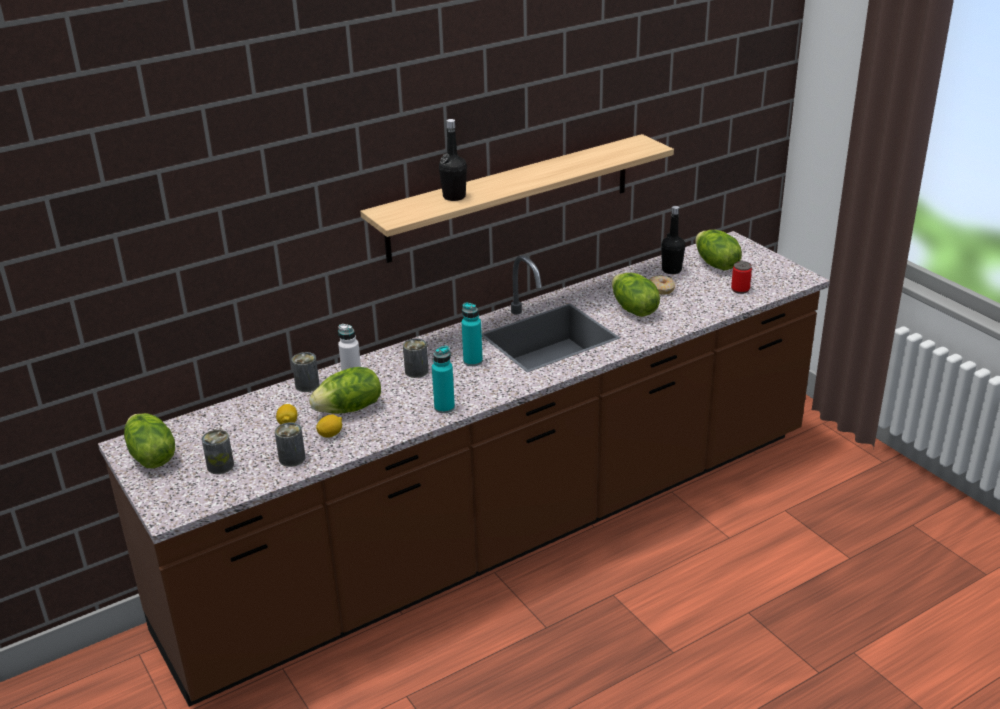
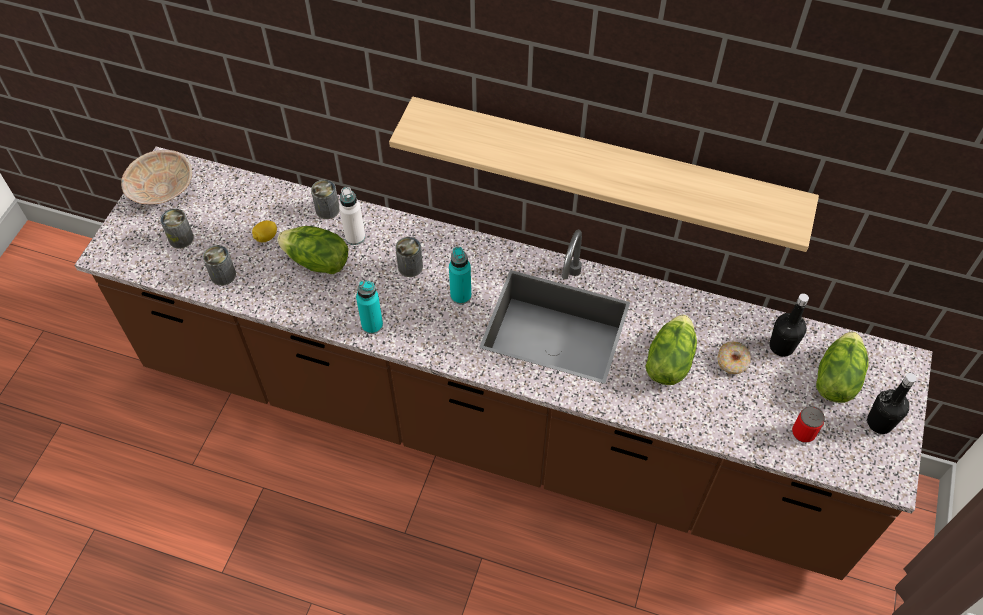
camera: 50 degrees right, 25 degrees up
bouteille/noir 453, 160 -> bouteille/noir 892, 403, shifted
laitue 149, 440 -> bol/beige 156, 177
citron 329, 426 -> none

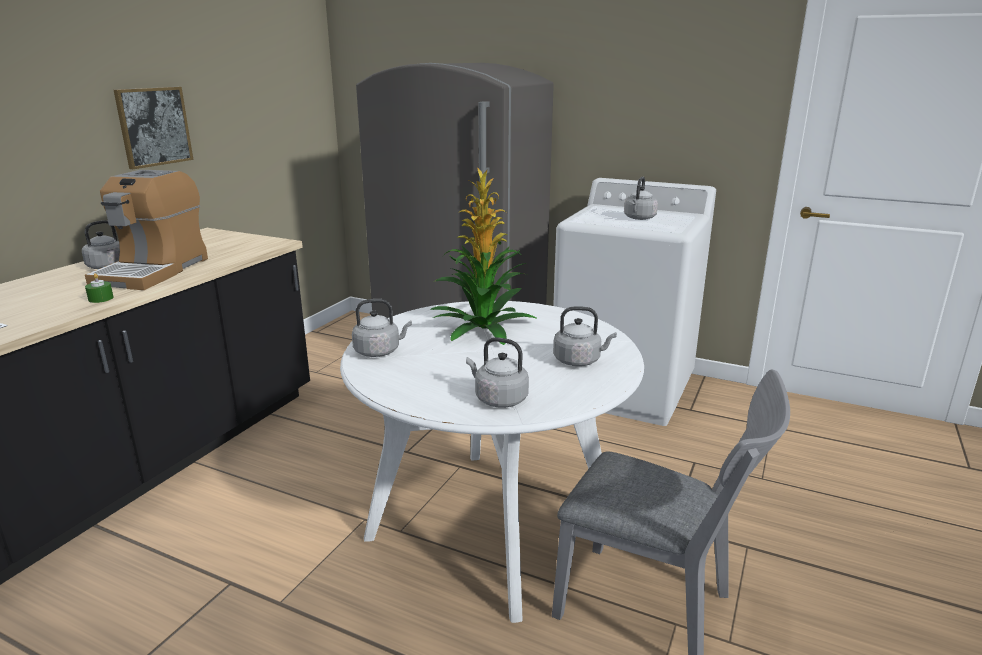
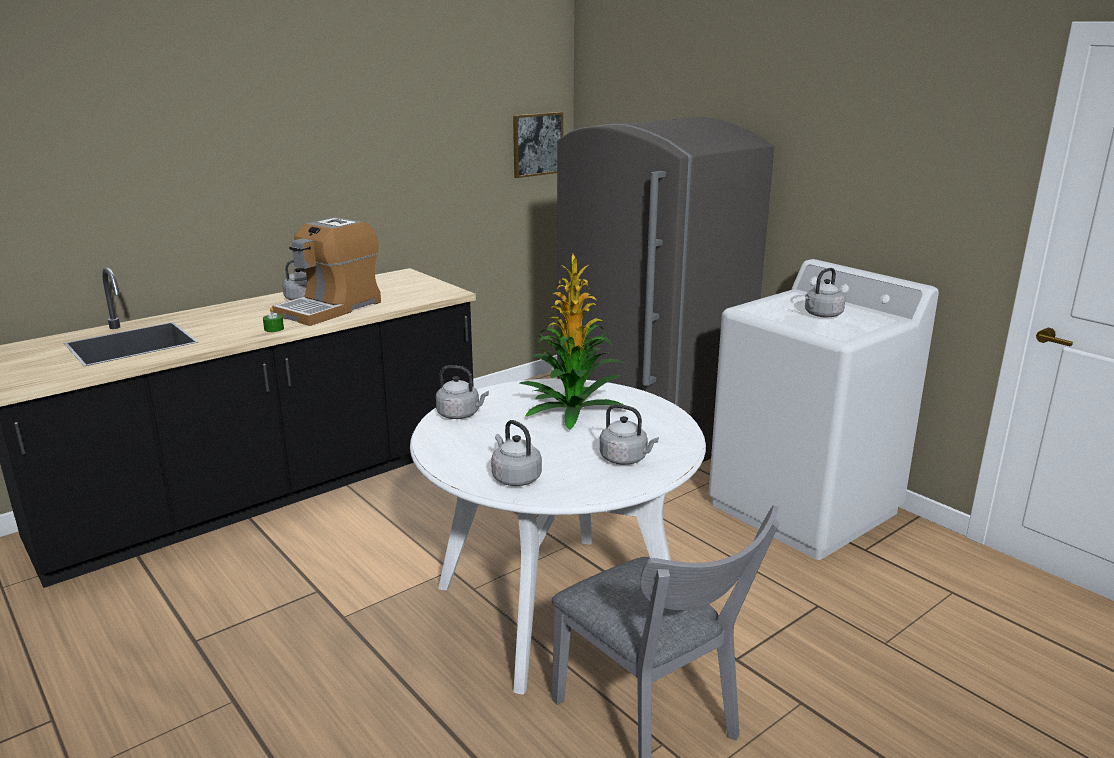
camera: 25 degrees right, 0 degrees up
tableau 153, 128 -> tableau 538, 145, shifted

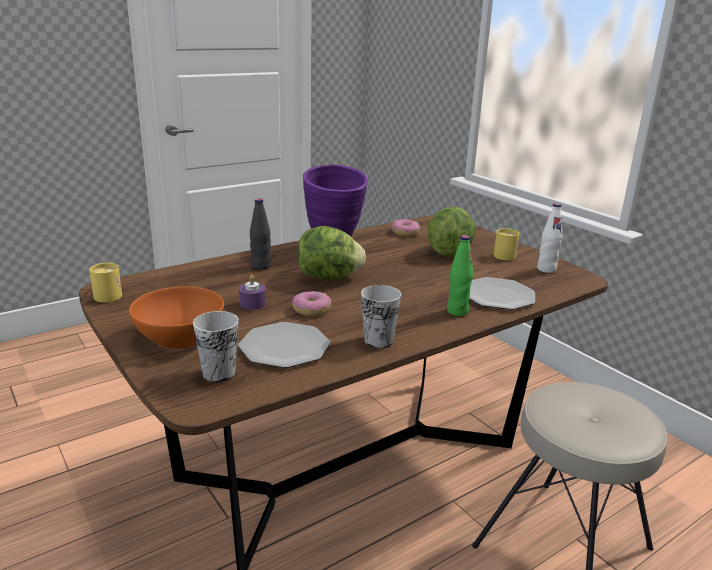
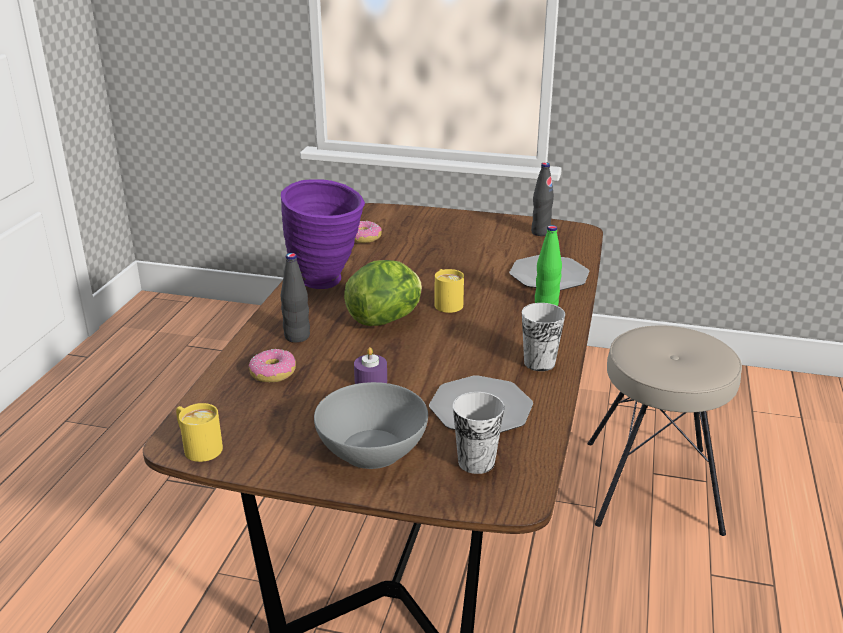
camera: 40 degrees left, 5 degrees up
bouteille/blanc 549, 238 -> bouteille/noir 542, 199
laitue 452, 231 -> none
mug/jaune 506, 244 -> mug/jaune 449, 291, shifted
bol/orange 176, 317 -> bol/gris 371, 425
beignet 312, 303 -> beignet 272, 365, shifted

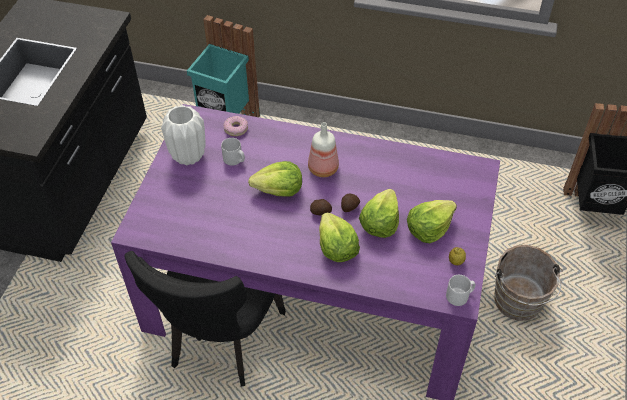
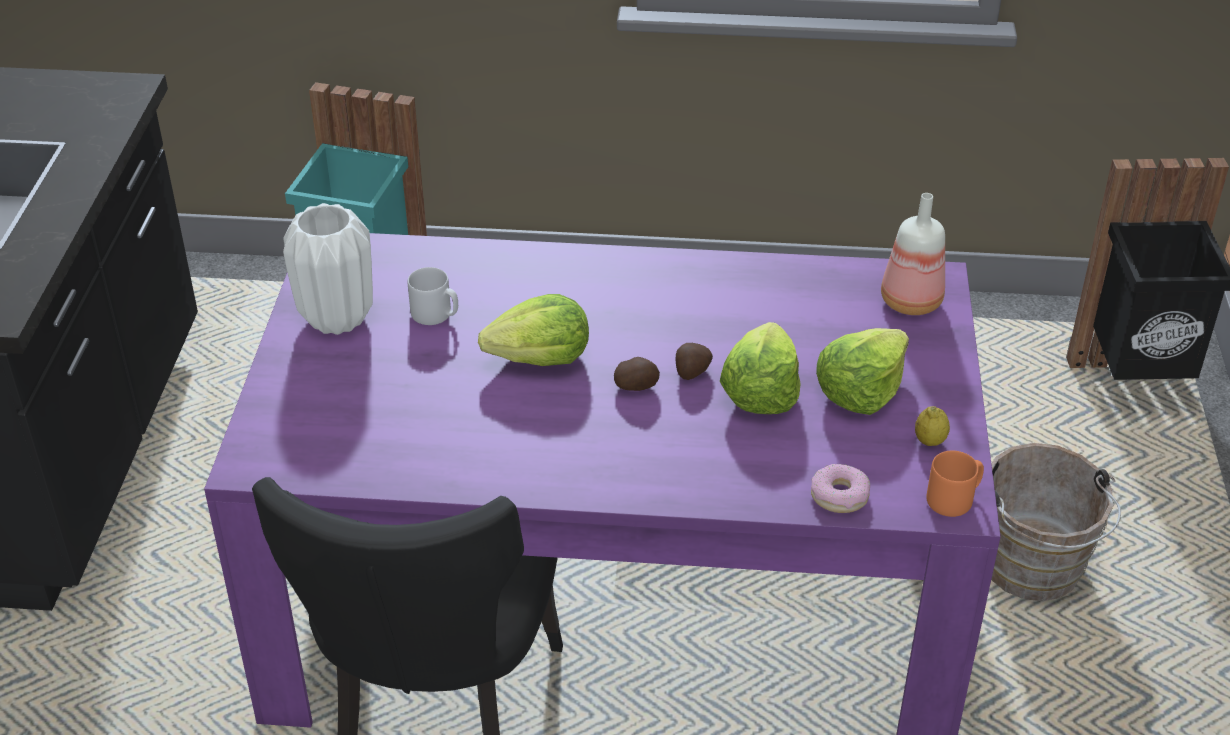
camera: 10 degrees left, 10 degrees down
beignet 235, 126 -> beignet 840, 488, shifted
bouteille 323, 149 -> bouteille 913, 254, shifted
laitue 339, 237 -> none
mug/gris 460, 290 -> mug/orange 955, 484

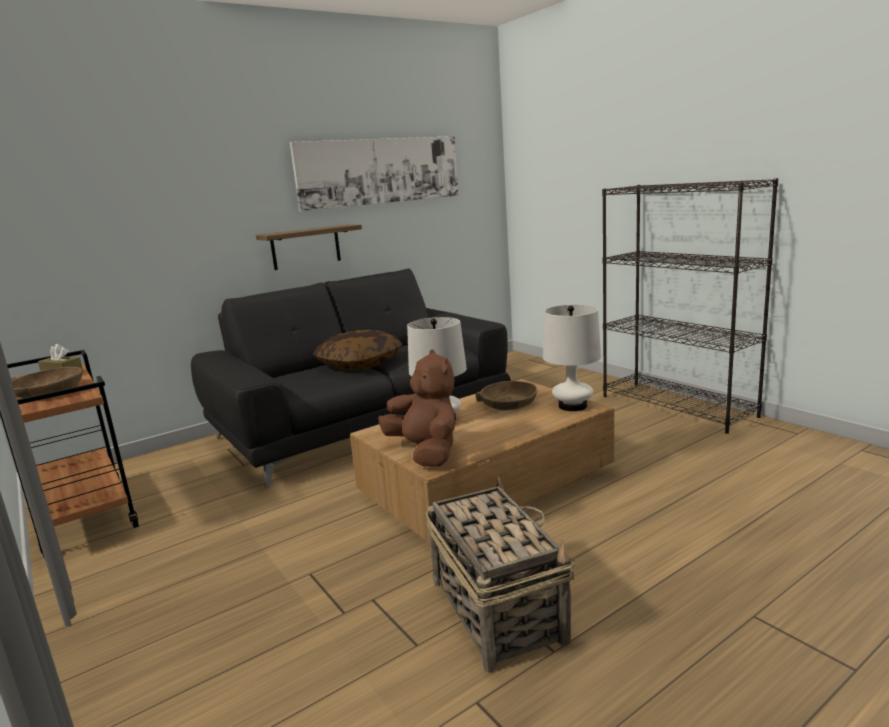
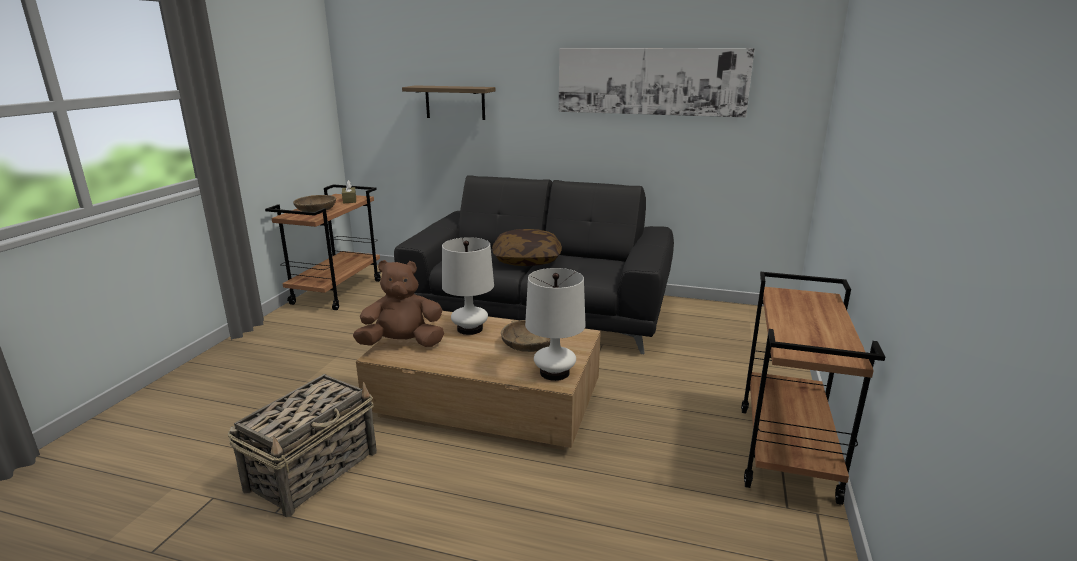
camera: 50 degrees right, 5 degrees up
bibliothèque/noir 690, 306 -> chariot/marron 813, 388
étagère 309, 247 -> étagère 449, 102, shifted
peluche/marron 416, 408 -> peluche/marron 398, 303, 120 degrees counterclockwise

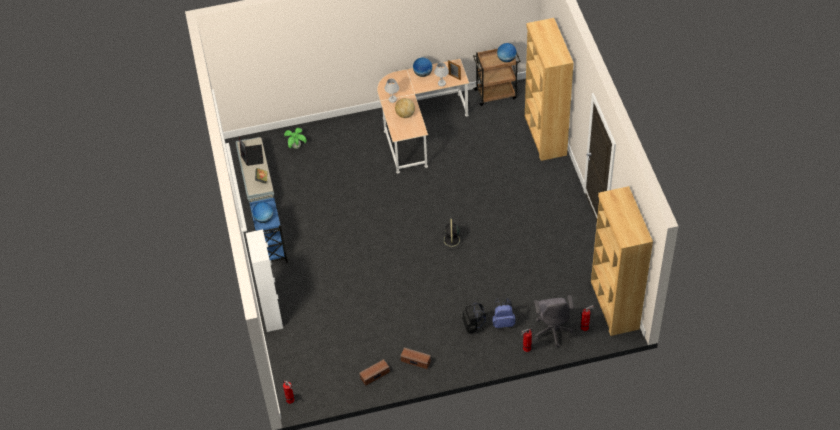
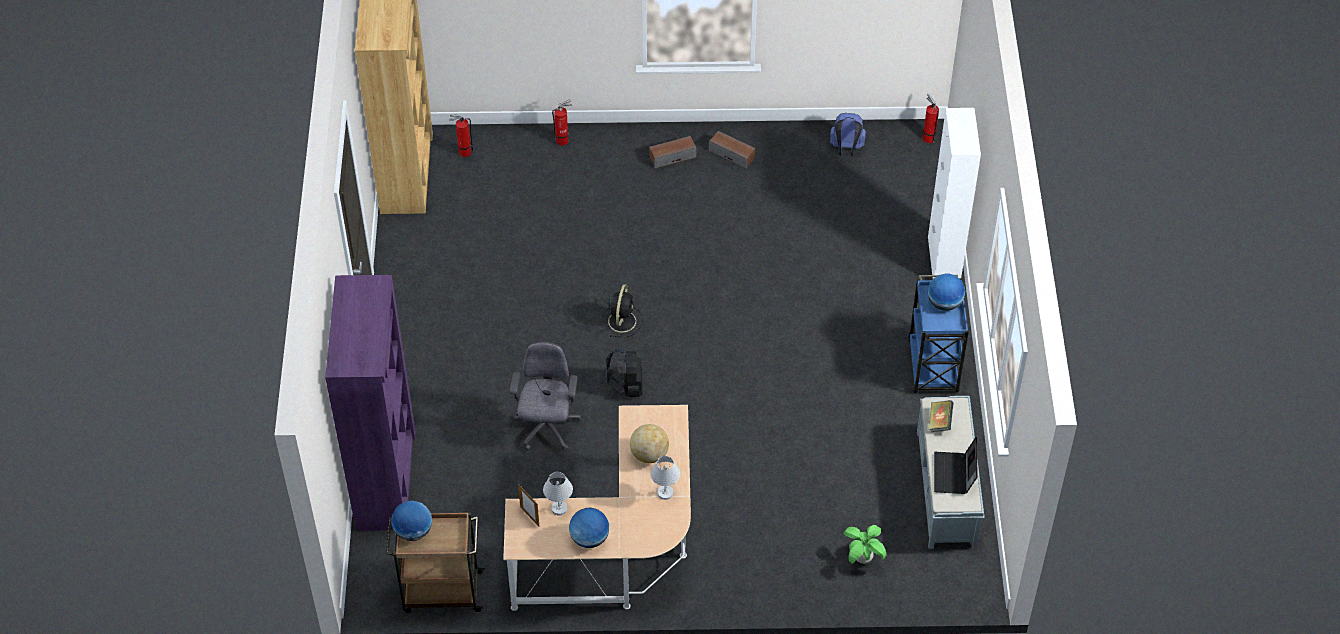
camera: 170 degrees left, 0 degrees up
bibliothèque/marron 549, 89 -> bibliothèque/violet 370, 403
chaise de bureau/gris 554, 321 -> chaise de bureau/gris 545, 396, shifted
sac à dos/bleu 503, 313 -> sac à dos/bleu 848, 135, shifted
sac à dos/noir 474, 317 -> sac à dos/noir 624, 372, shifted
enceinte 374, 372 -> enceinte 672, 152, shifted

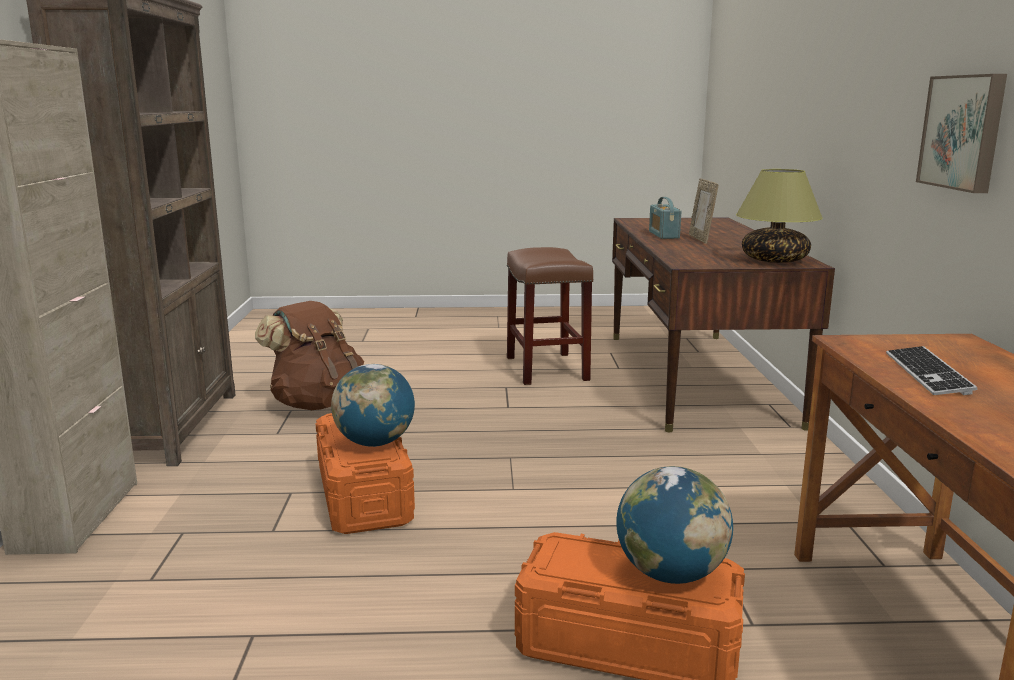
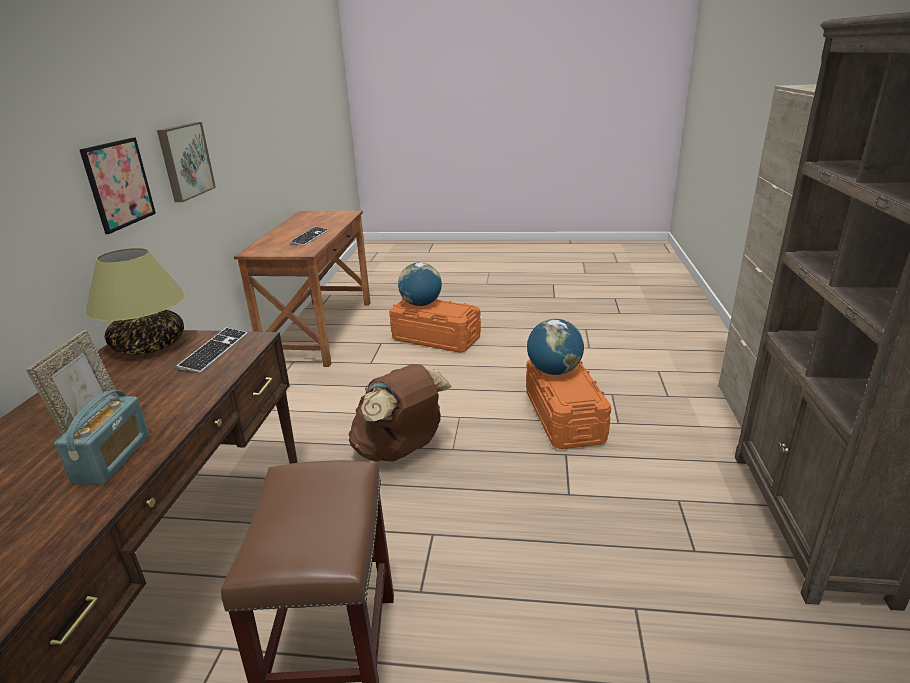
camera: 170 degrees left, 10 degrees up
sac à dos/marron 309, 355 -> sac à dos/marron 400, 413, shifted
none -> tableau 117, 186
none -> clavier 212, 350

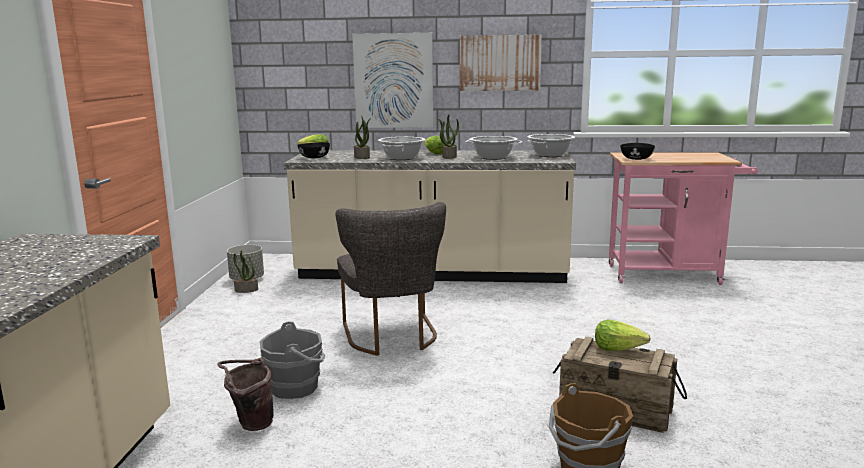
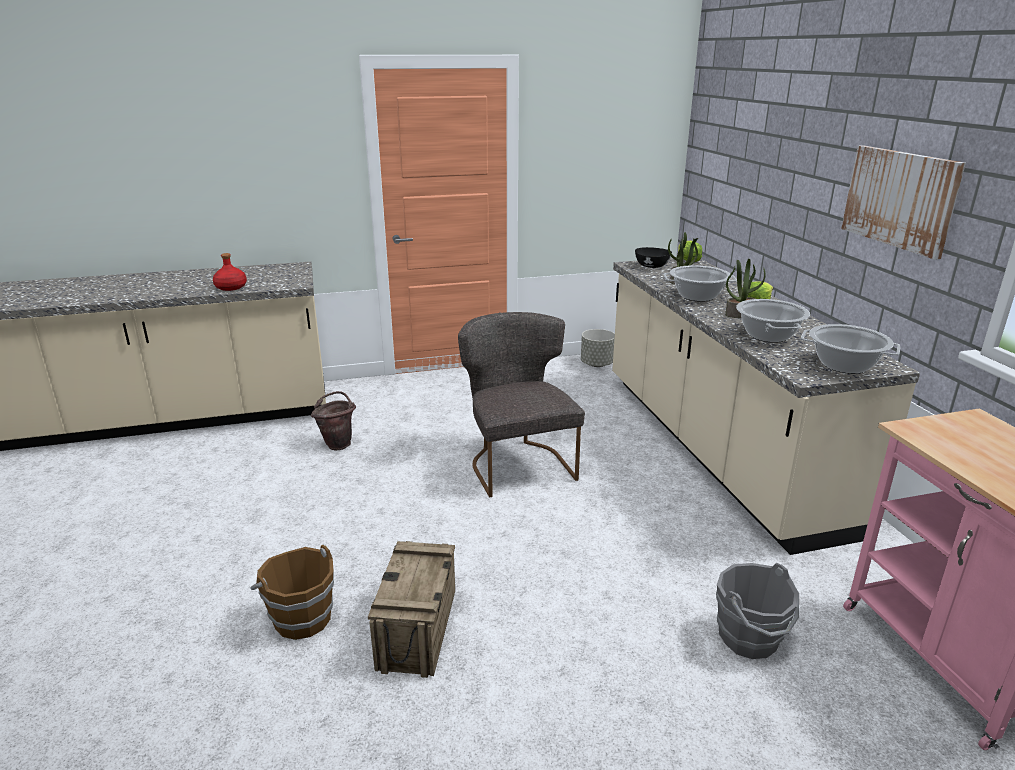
camera: 70 degrees right, 10 degrees up
tableau 392, 80 -> none
bol/noir 637, 151 -> none
chaise/gris 390, 279 -> chaise/gris 521, 404, 105 degrees clockwise
plante en pot 245, 271 -> none
laitue 623, 335 -> none
seau/gris 292, 360 -> seau/gris 757, 611, shifted
none -> bouteille/rouge 230, 272

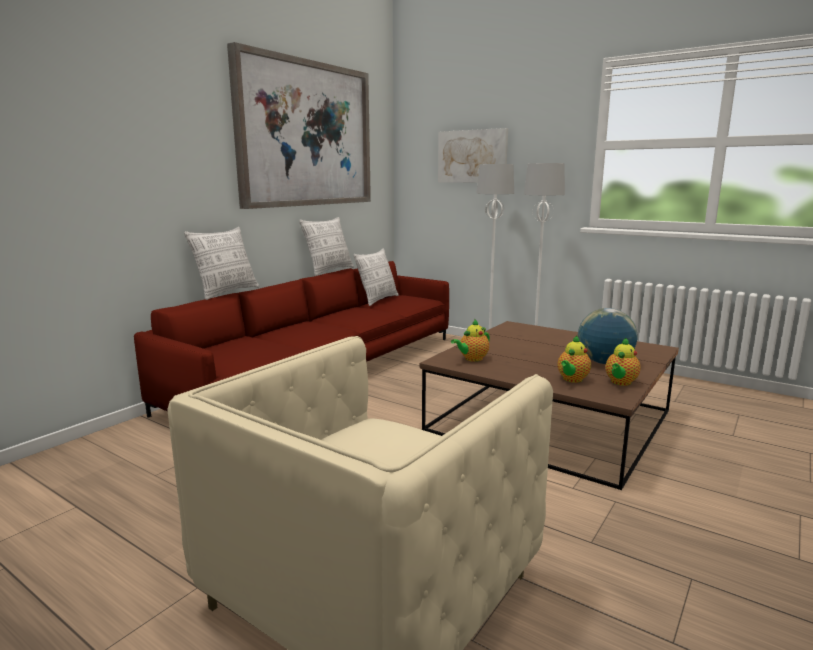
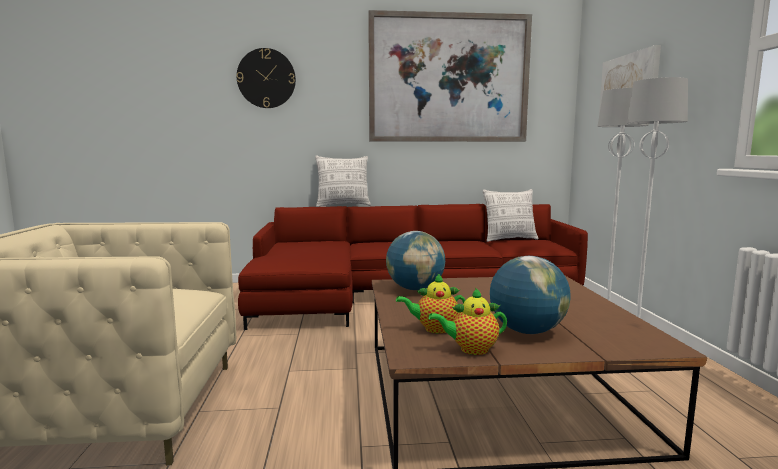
camera: 50 degrees right, 5 degrees down
coussin 326, 246 -> none
théière 470, 340 -> globe 415, 260
none -> horloge murale 266, 78

